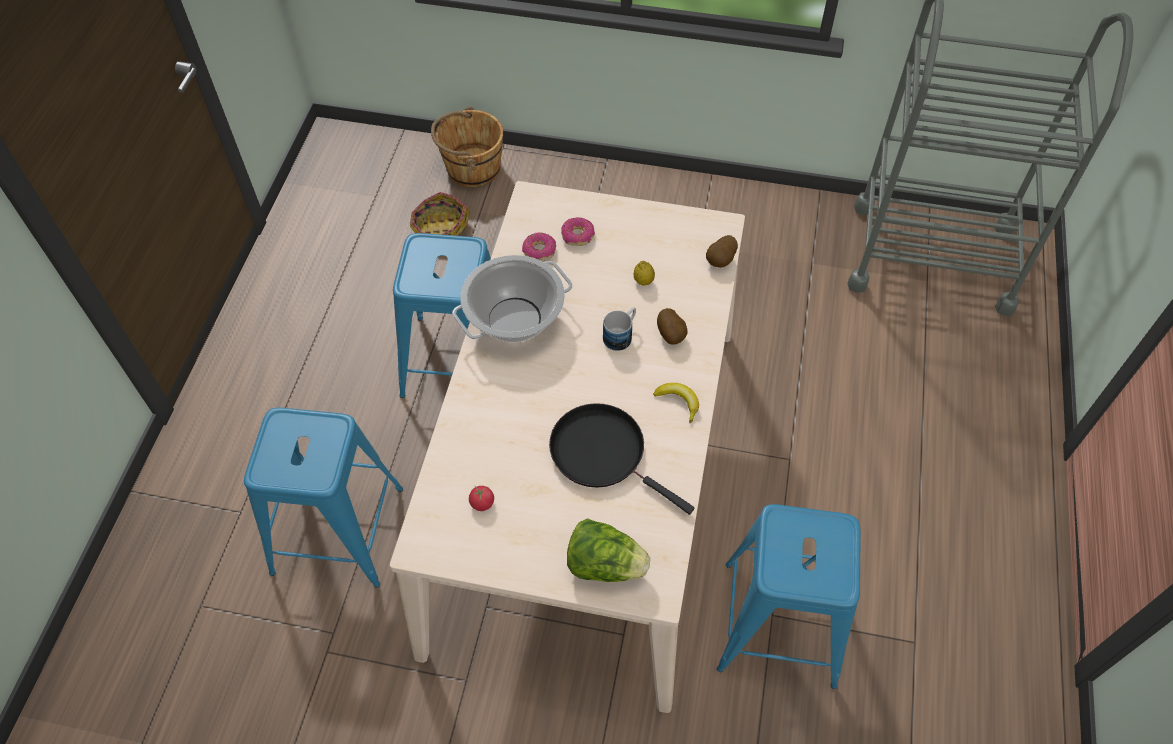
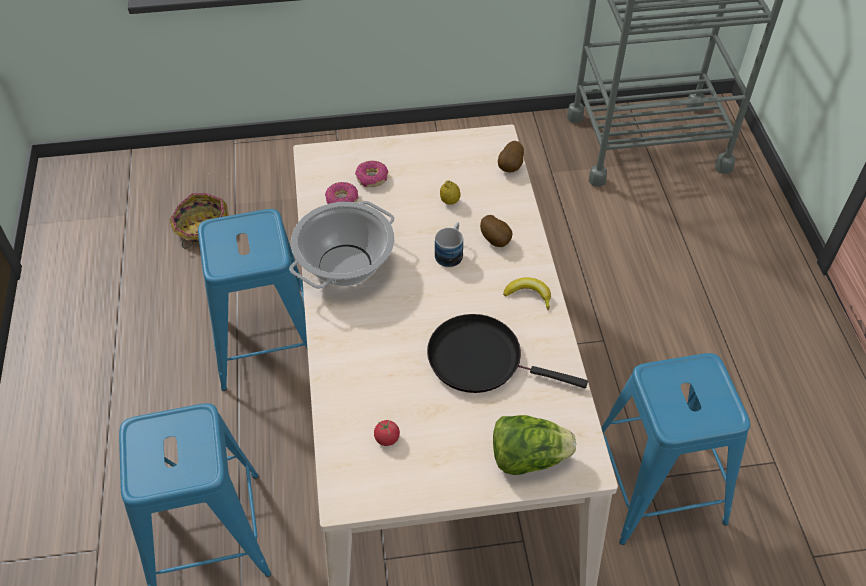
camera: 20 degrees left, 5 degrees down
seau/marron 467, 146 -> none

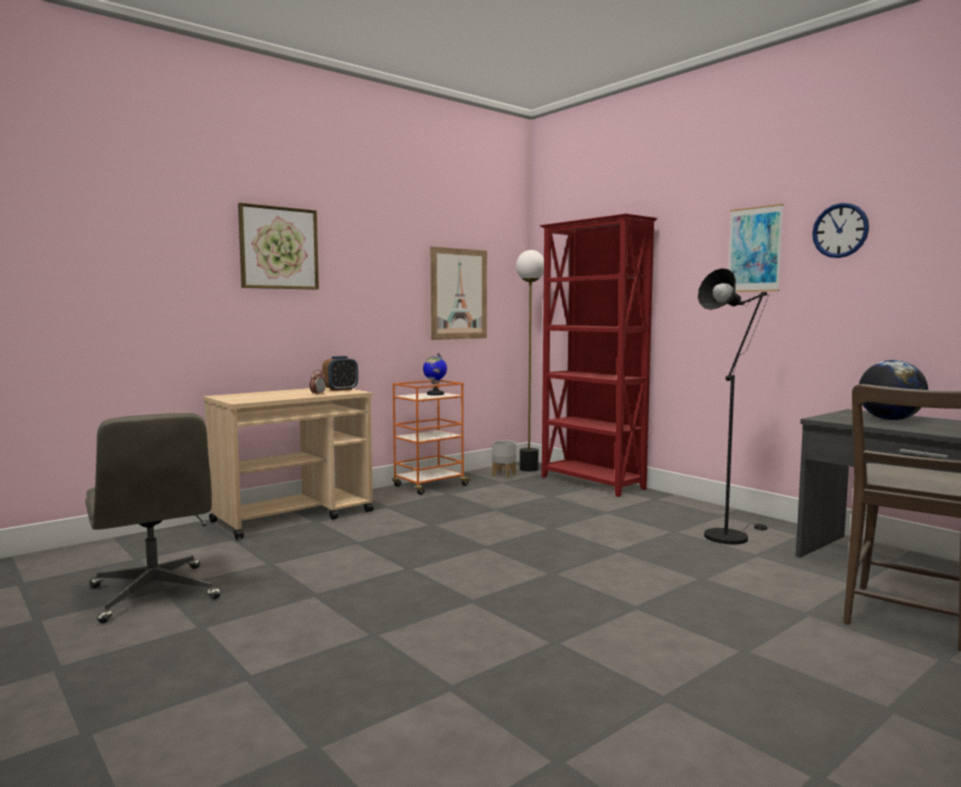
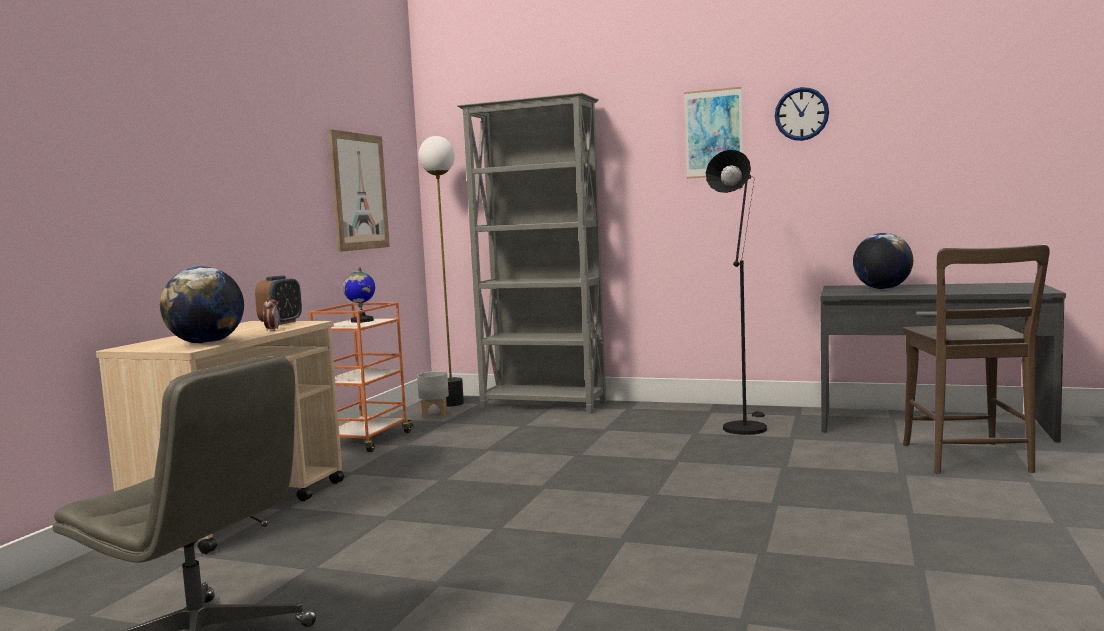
camera: 30 degrees left, 0 degrees up
tableau 278, 246 -> none
bibliothèque/rouge 599, 355 -> bibliothèque/gris 531, 253
none -> globe 202, 305

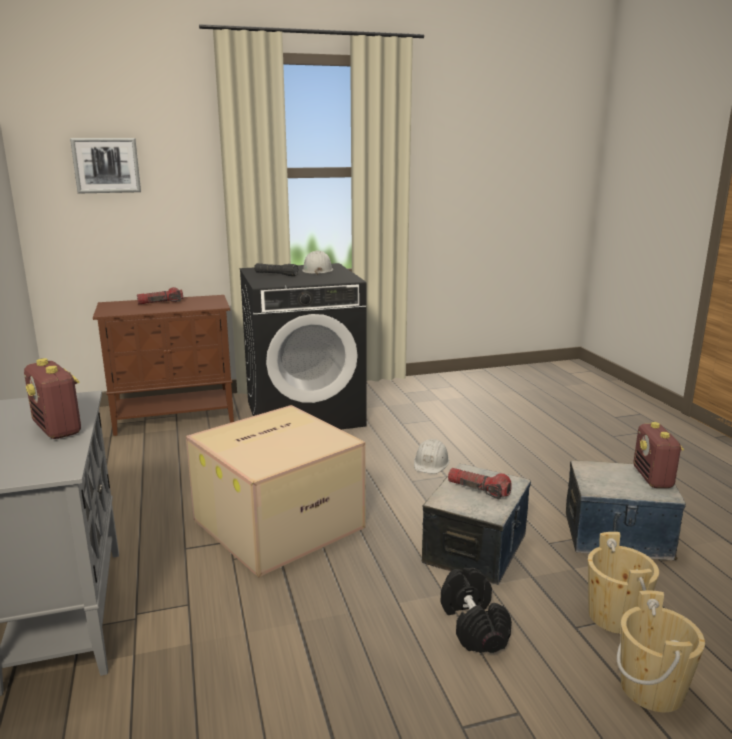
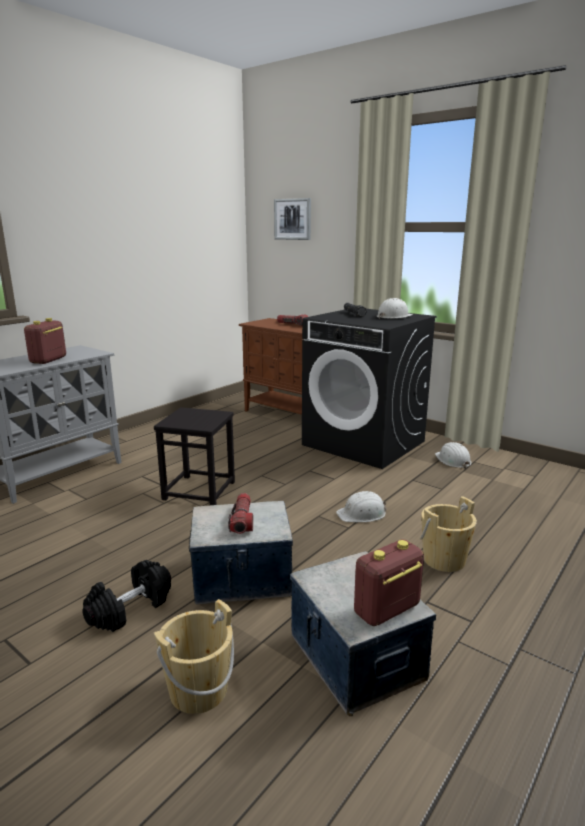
camera: 55 degrees right, 0 degrees up
carton 275, 491 -> tabouret/noir 194, 456
seau/beige 661, 651 -> seau/beige 448, 534, shifted
none -> casque de chantier/blanc 453, 455

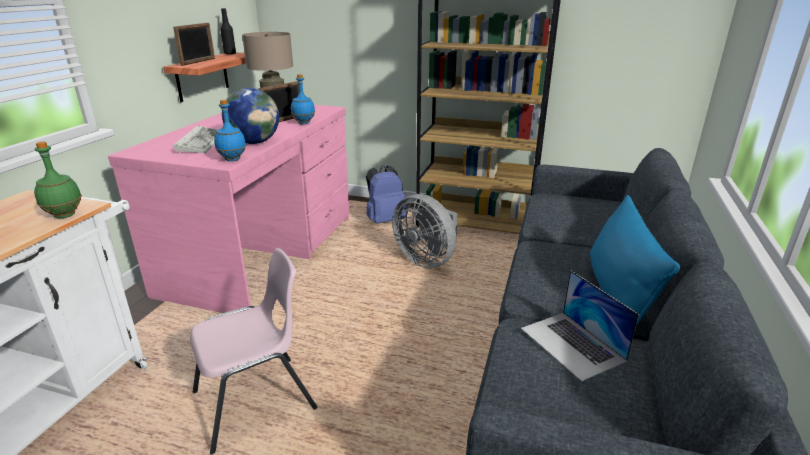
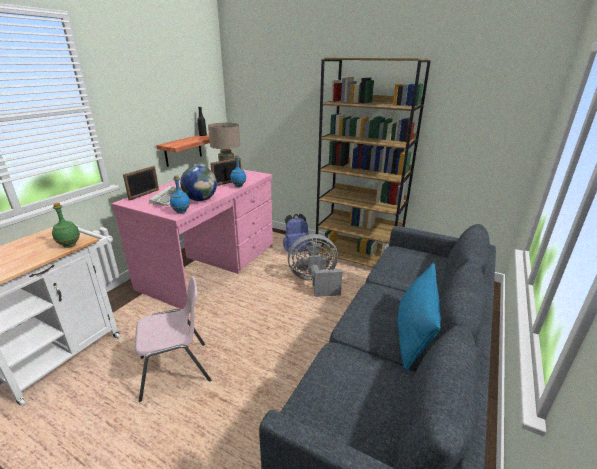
camera: 10 degrees right, 0 degrees up
cadre photo 194, 44 -> cadre photo 141, 183, shifted
ventilateur/gris 424, 231 -> ventilateur/gris 315, 265, 120 degrees clockwise
ordinateur portable 580, 325 -> none

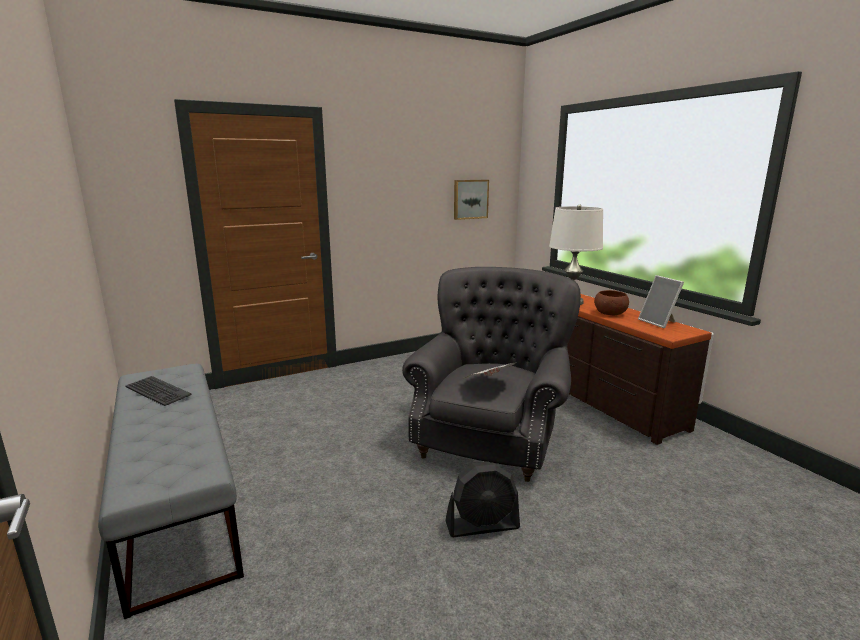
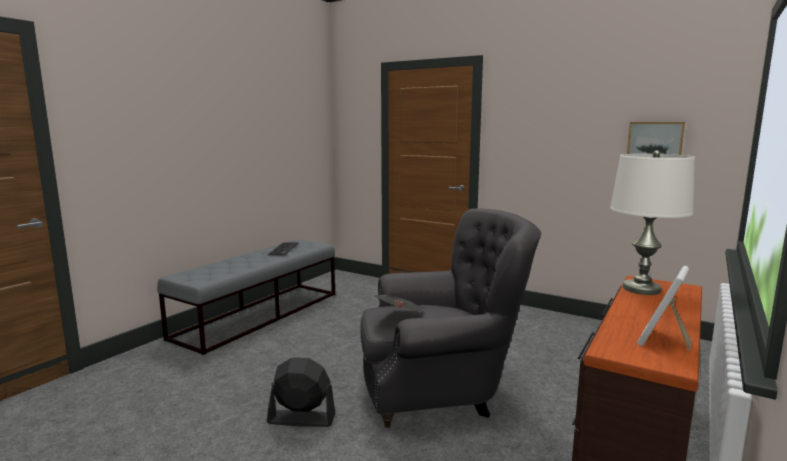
camera: 60 degrees right, 5 degrees down
bol/marron 611, 302 -> none
ventilateur/noir 482, 499 -> ventilateur/noir 301, 392, 135 degrees clockwise

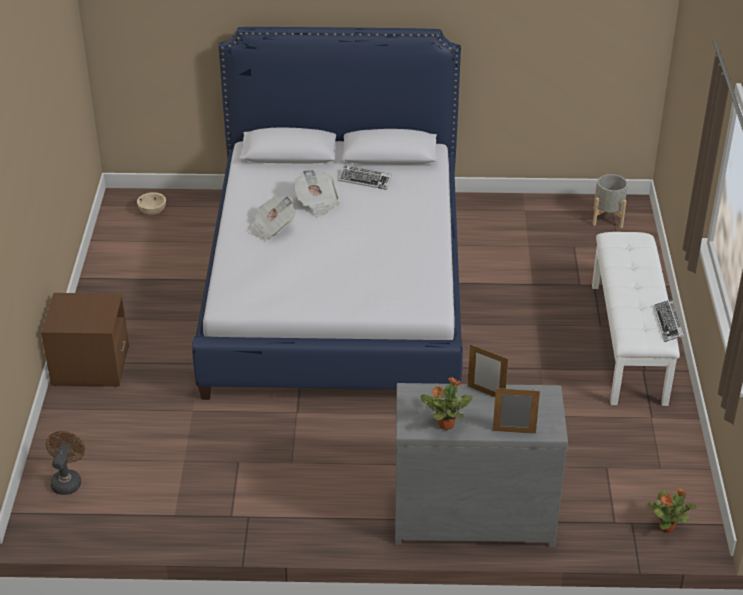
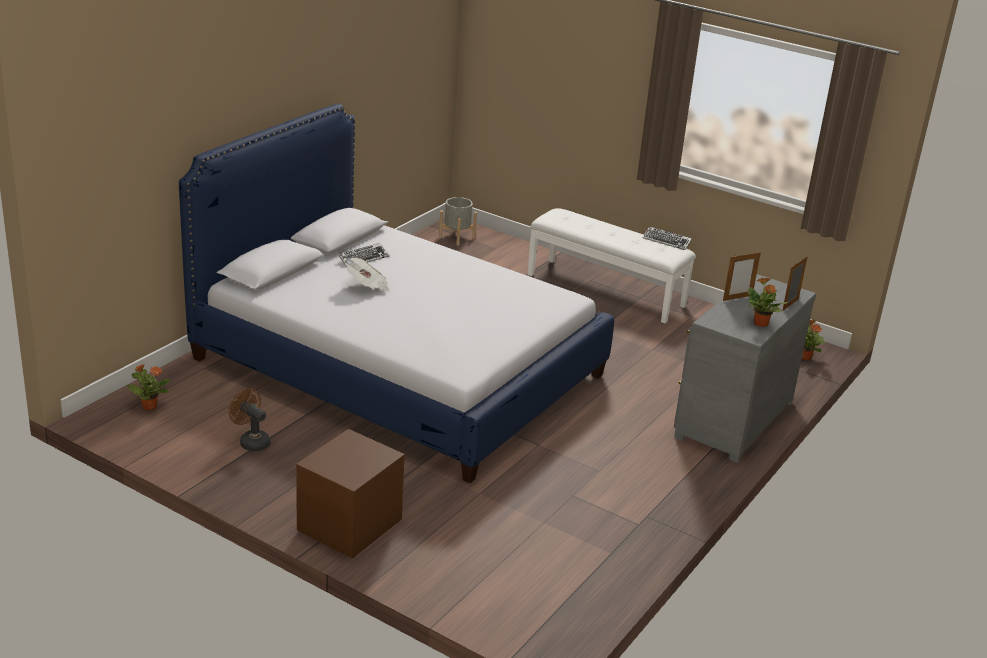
camera: 60 degrees left, 10 degrees down
bol/beige 151, 203 -> plante en pot 148, 387
journal 272, 218 -> none
ventilateur/marron 65, 463 -> ventilateur/marron 250, 420, shifted

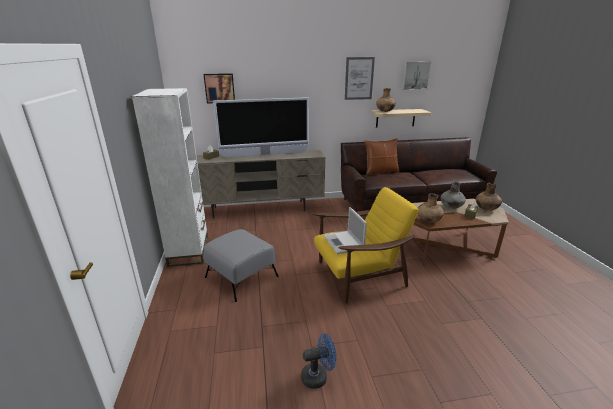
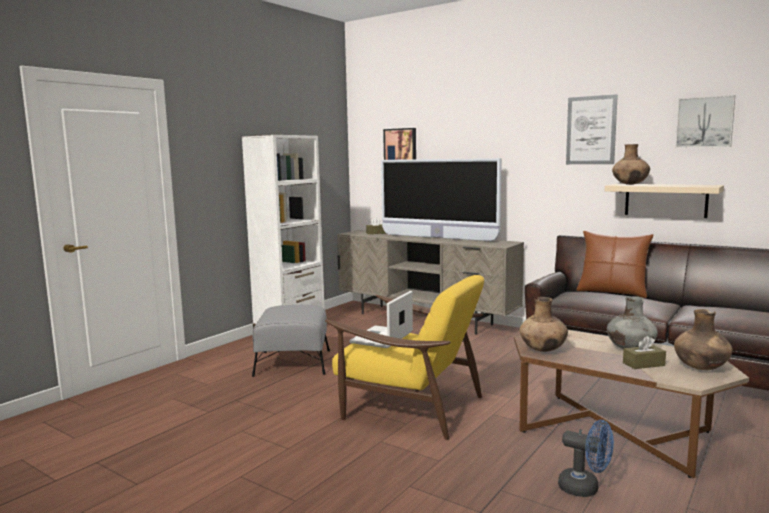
camera: 45 degrees right, 15 degrees down
ventilateur/bleu 318, 361 -> ventilateur/bleu 586, 458, shifted

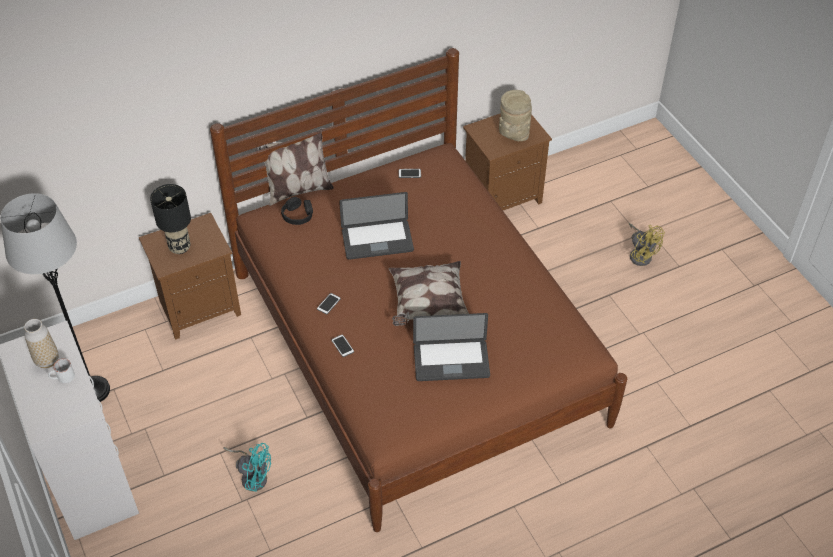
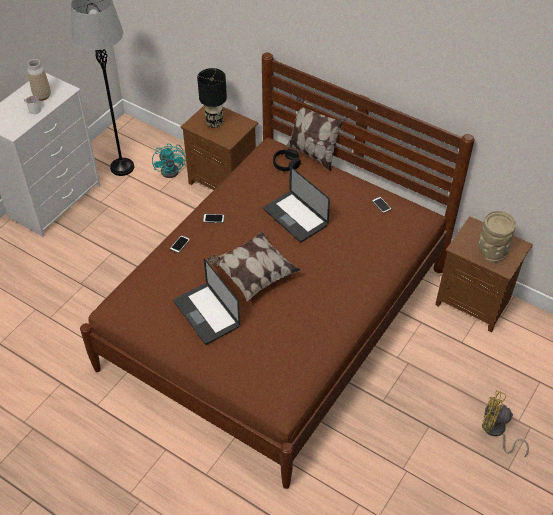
camera: 60 degrees right, 0 degrees up
ventilateur/jaune 647, 244 -> ventilateur/jaune 505, 423, 90 degrees clockwise
ventilateur/turquoise 247, 467 -> ventilateur/turquoise 169, 160, shifted

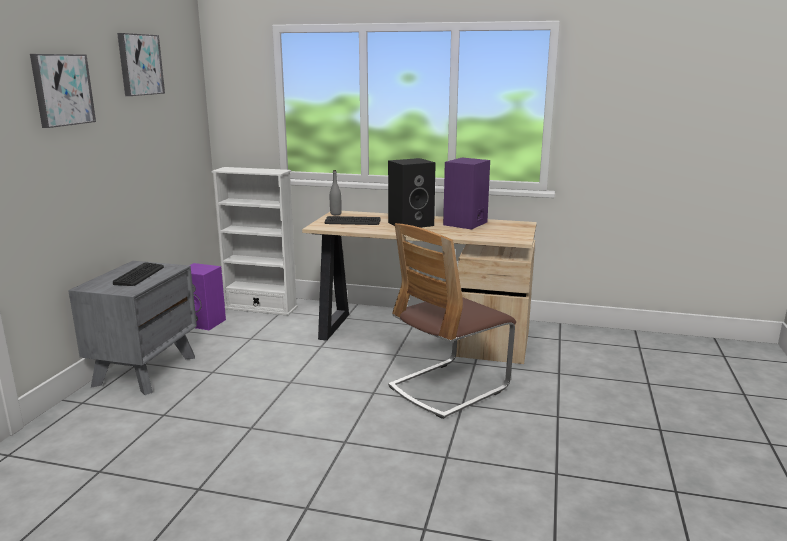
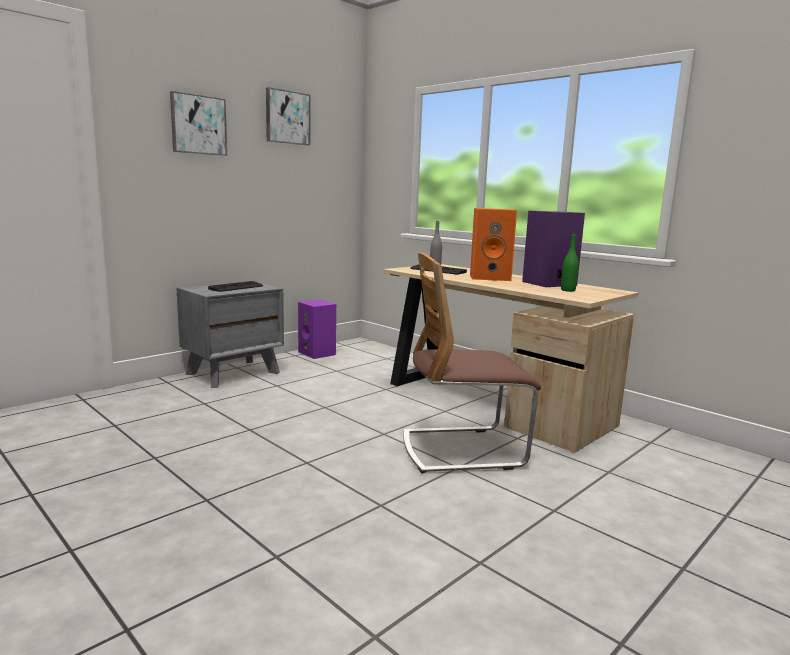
camera: 30 degrees right, 5 degrees down
enceinte/noir 412, 193 -> enceinte/orange 493, 244
bibliothèque/blanc 254, 241 -> none
none -> bouteille/vert 570, 262

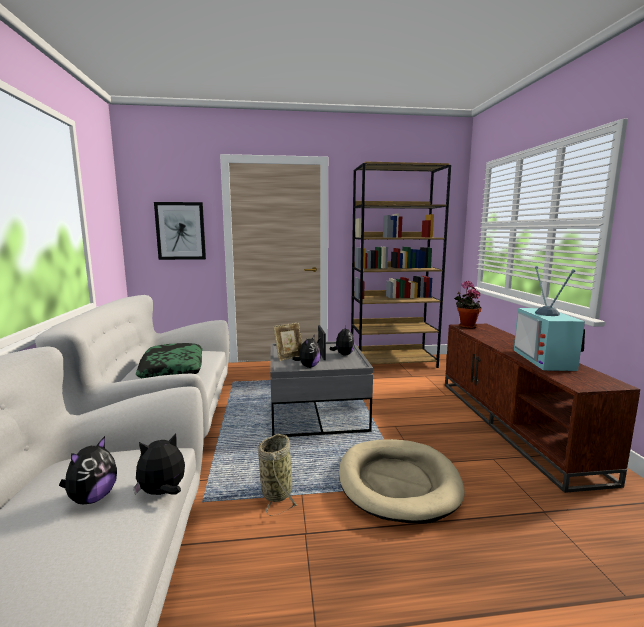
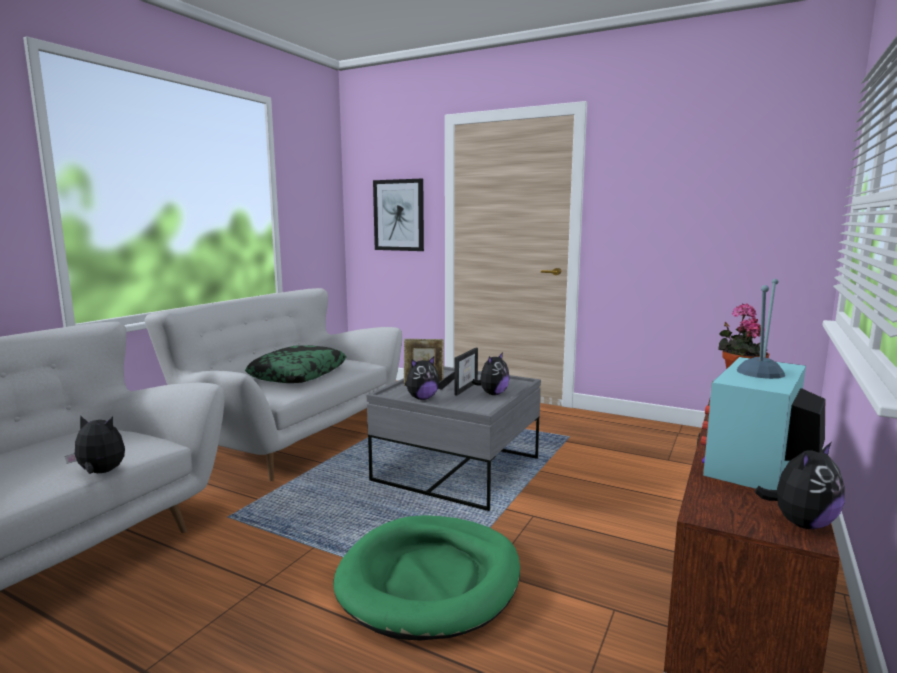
camera: 35 degrees right, 0 degrees up
bibliothèque/marron 401, 265 -> none
panier 278, 475 -> none
peluche 88, 470 -> peluche 800, 486, shifted
panier pour chien/beige 402, 481 -> panier pour chien/vert 426, 578

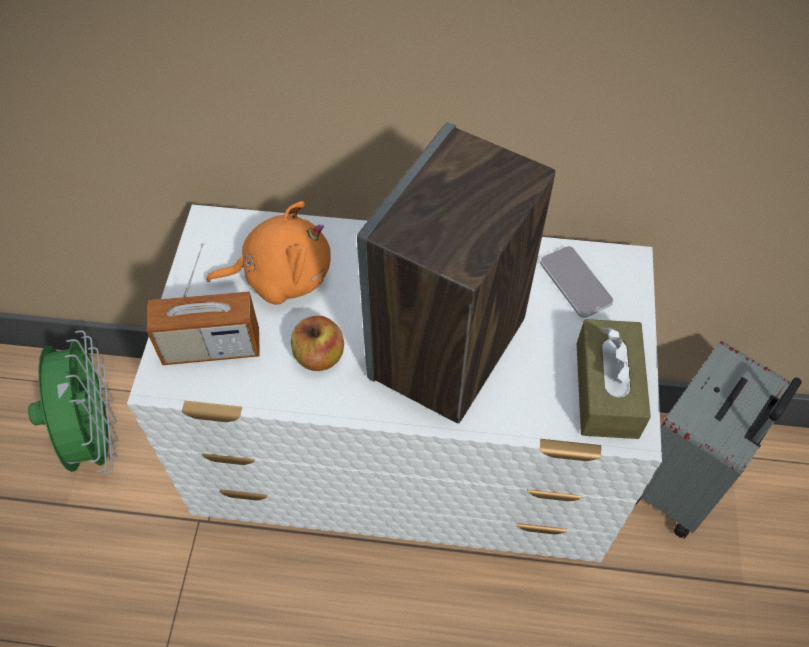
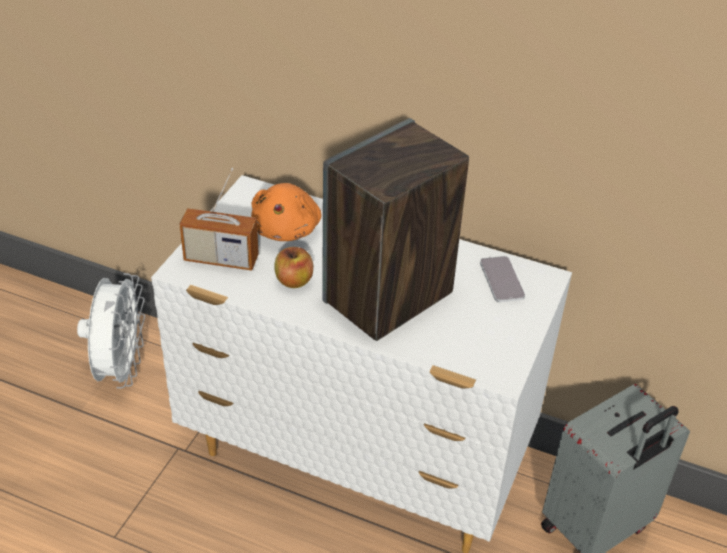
camera: 15 degrees right, 15 degrees down
peluche/orange 268, 252 -> peluche/orange 286, 212, 90 degrees clockwise
boîte à mouchoirs/marron 614, 379 -> none
ventilateur/vert 73, 402 -> ventilateur/blanc 111, 331

